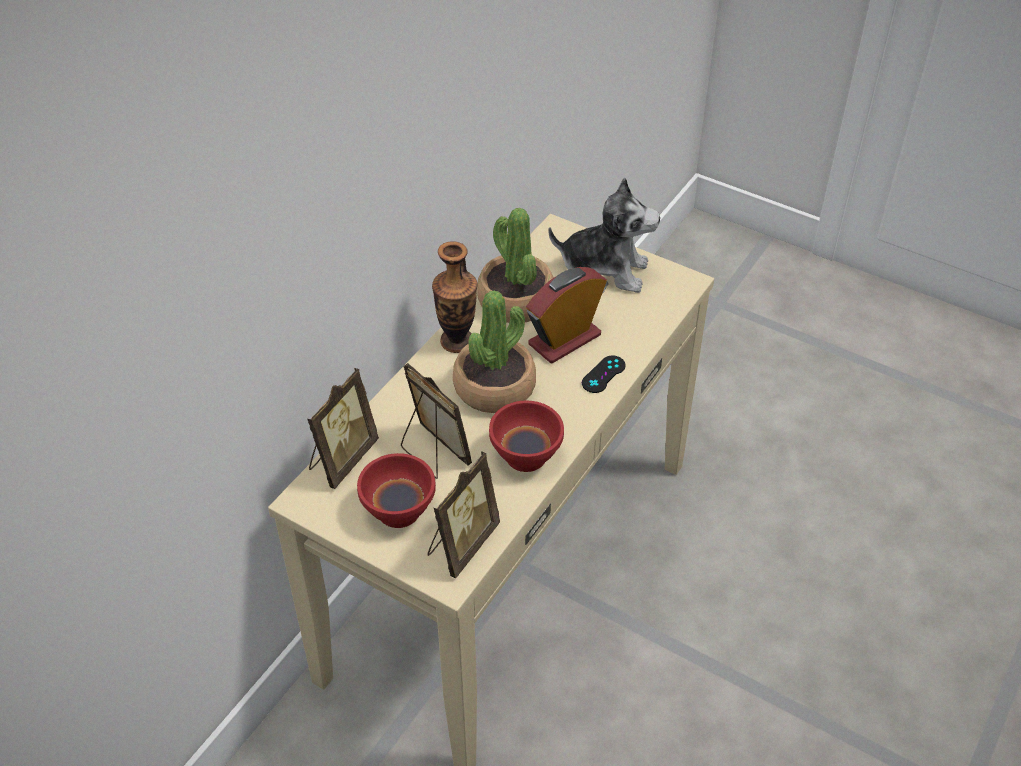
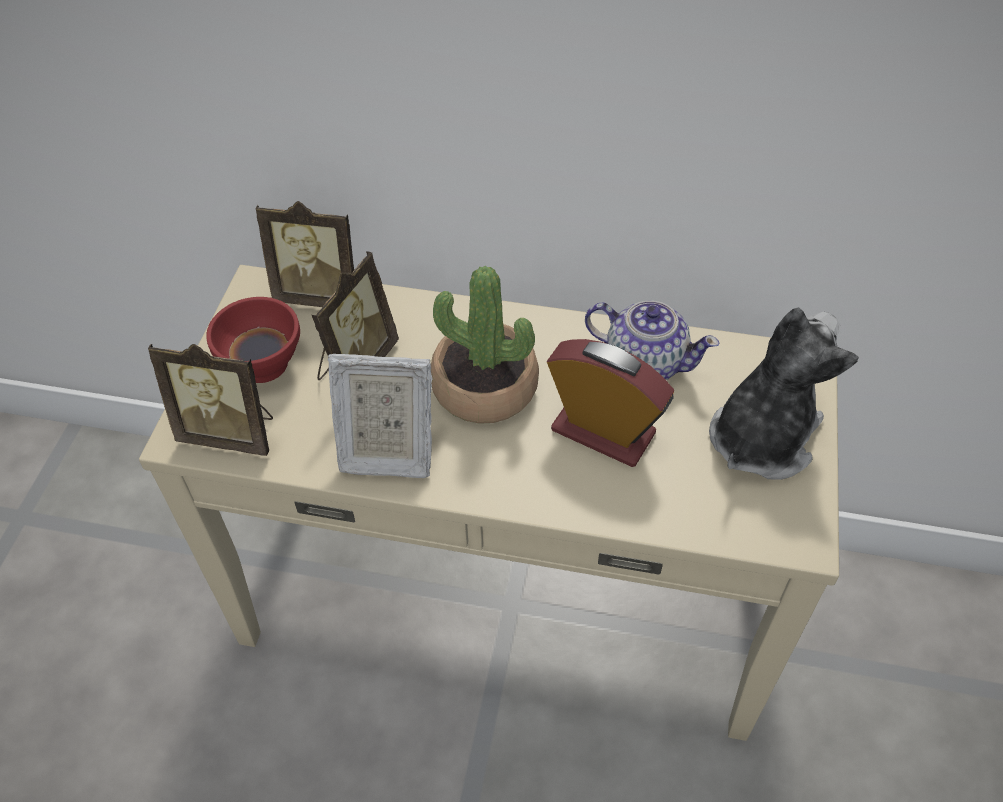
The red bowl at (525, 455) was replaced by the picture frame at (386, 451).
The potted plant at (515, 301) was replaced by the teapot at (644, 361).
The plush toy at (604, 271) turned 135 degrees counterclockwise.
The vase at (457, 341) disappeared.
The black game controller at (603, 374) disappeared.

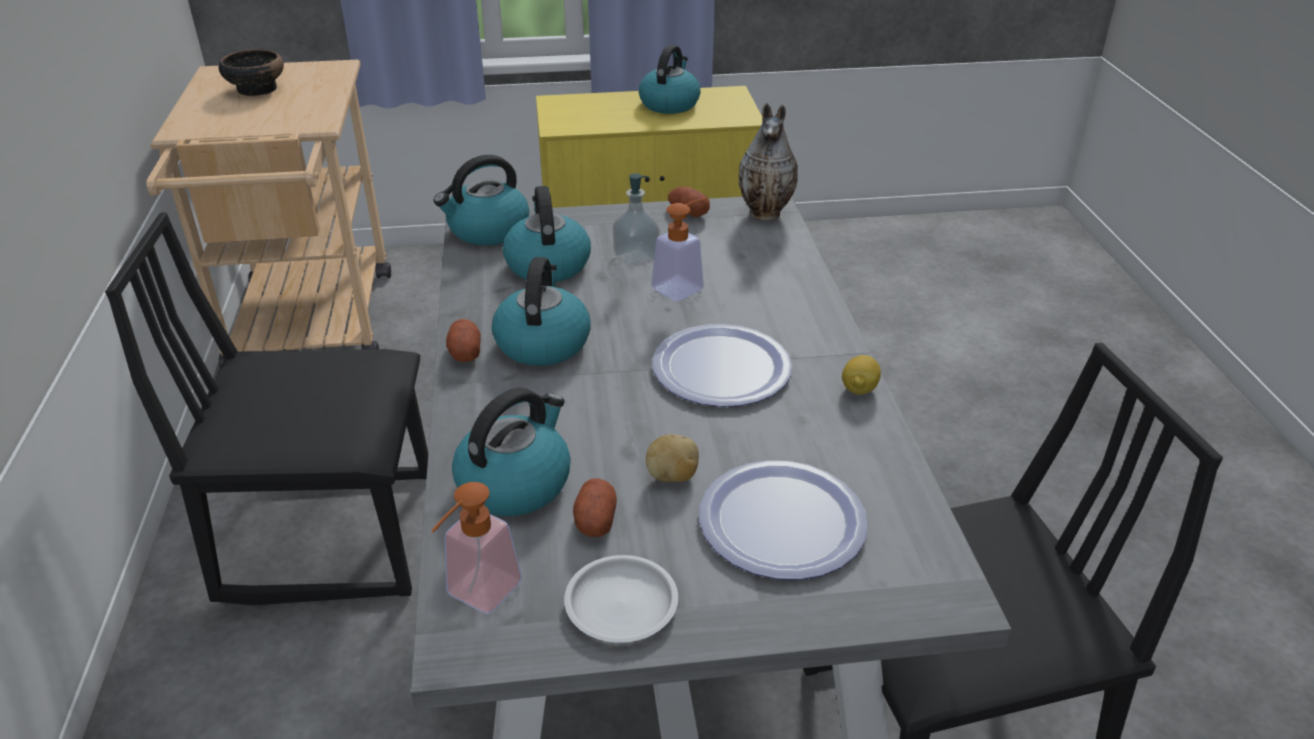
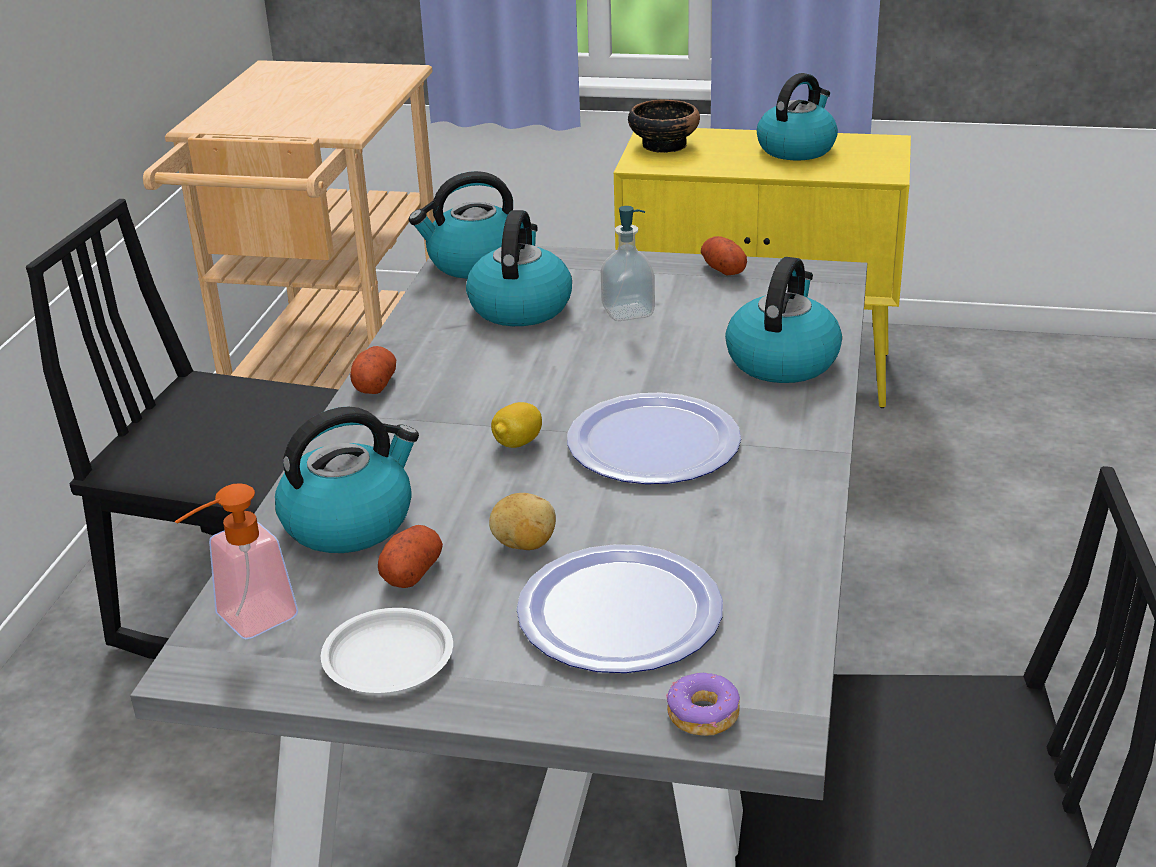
The lemon moved from (859, 389) to (517, 443).
The bowl moved from (256, 89) to (663, 145).
The donut at (703, 715) appeared.
The kettle moved from (542, 342) to (782, 360).
The soap dispenser at (684, 286) disappeared.
The vase at (767, 213) disappeared.

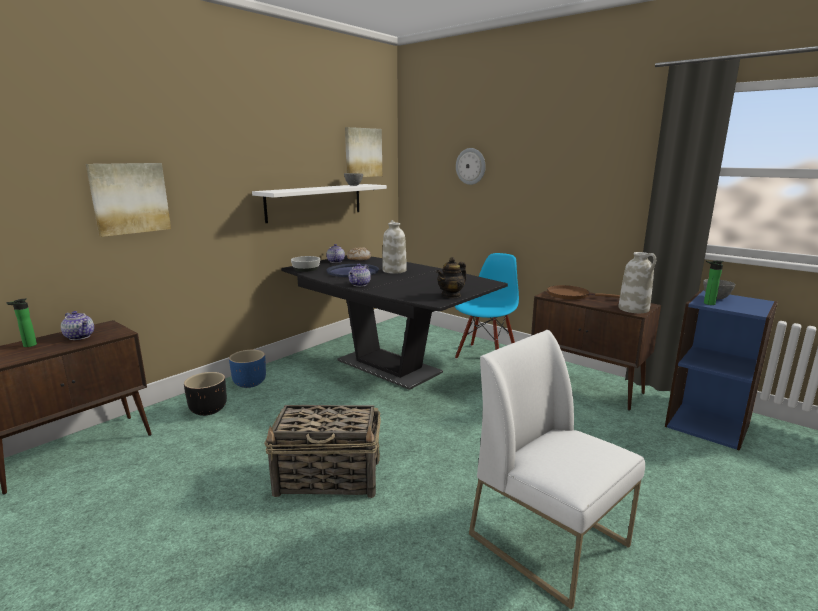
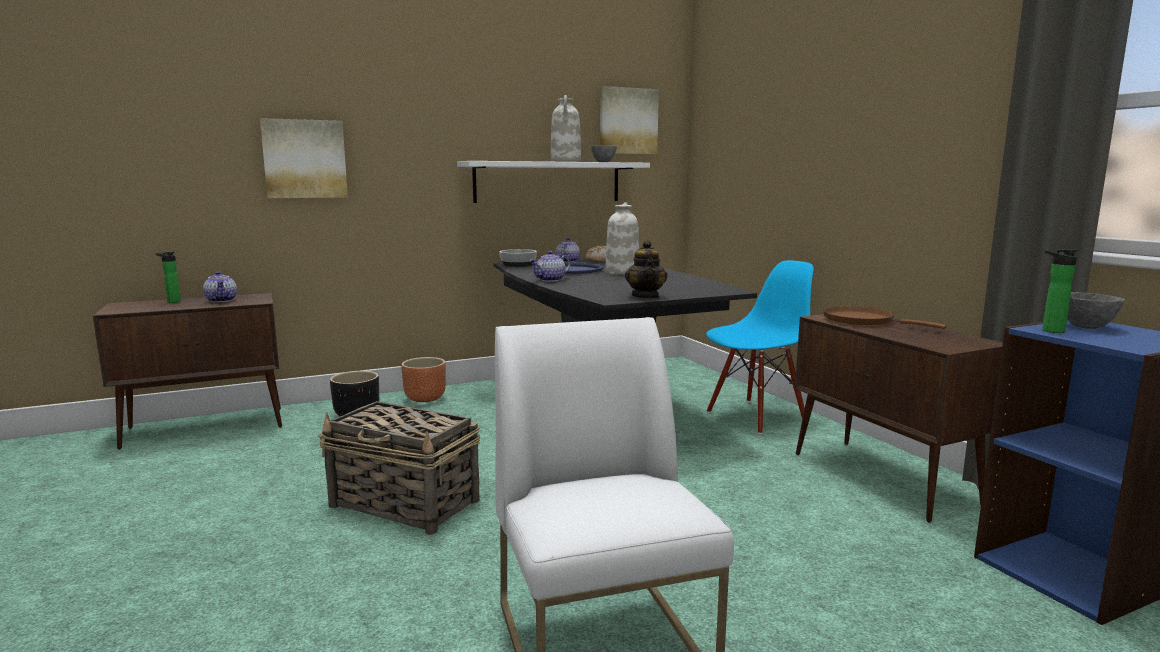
The blue planter at (250, 383) became the brown planter at (425, 398).
The white vase moved from (634, 309) to (566, 162).
The teapot at (451, 295) turned 75 degrees counterclockwise.
The wall clock at (471, 166) disappeared.

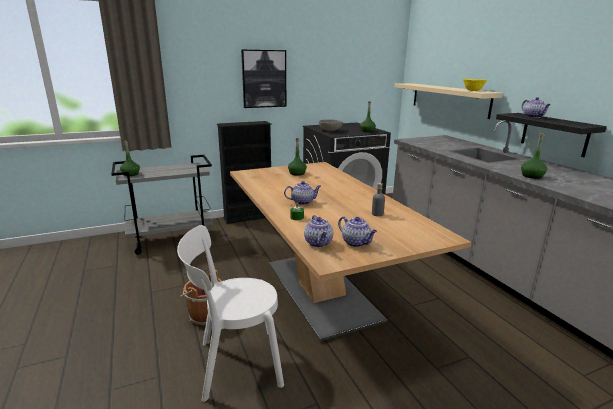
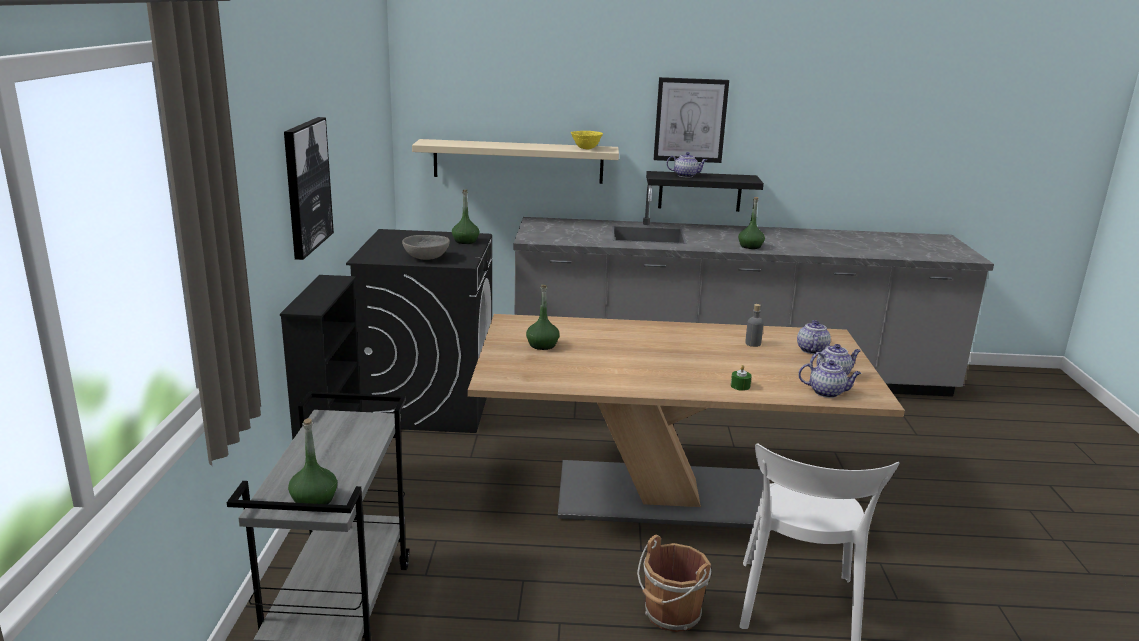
The picture at (690, 120) appeared.
The teapot moved from (303, 202) to (811, 350).

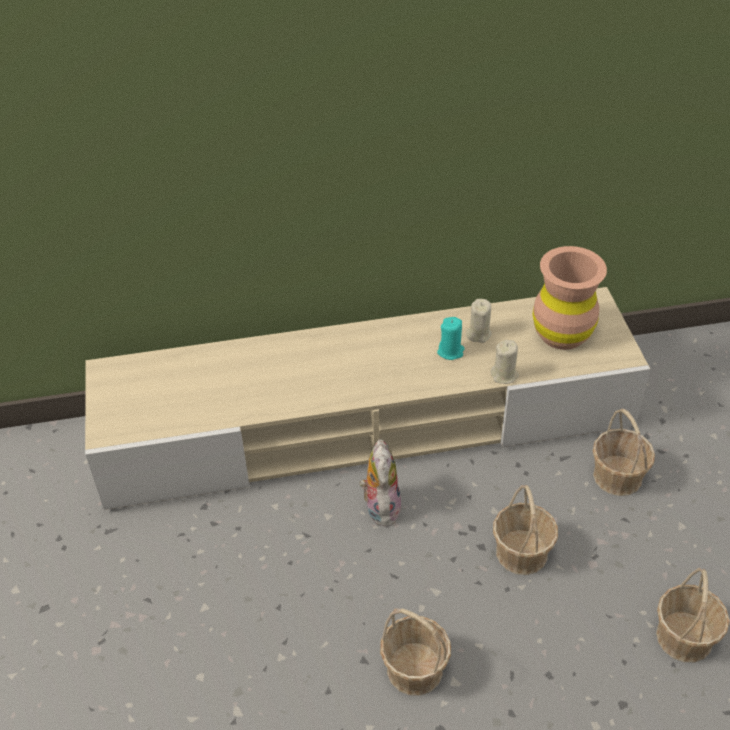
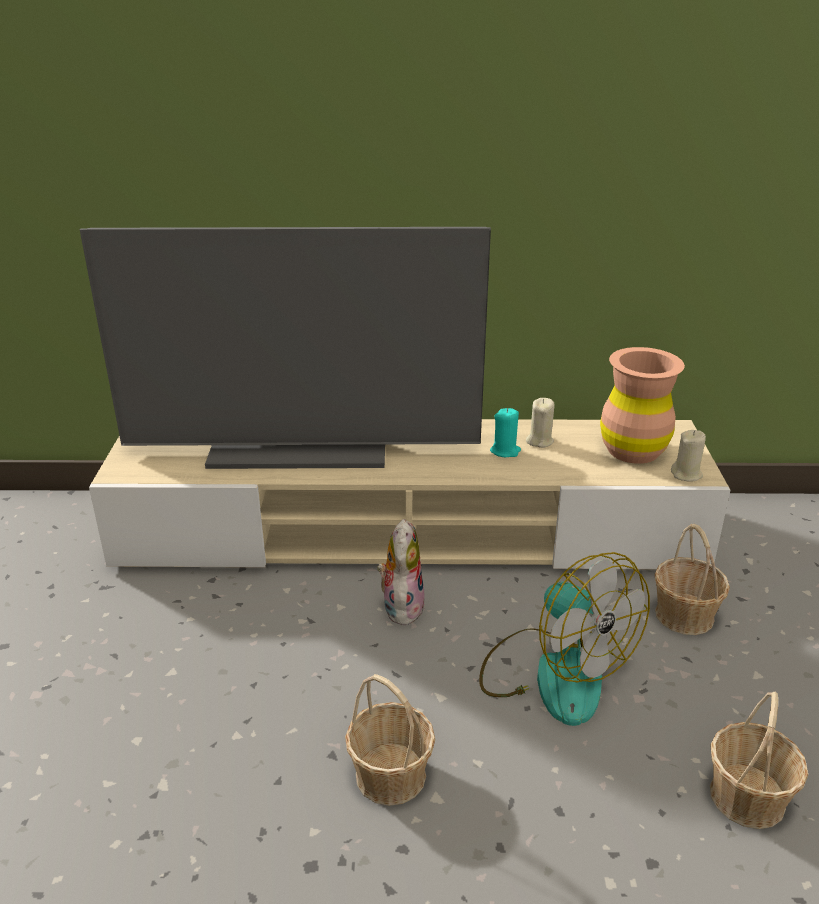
The television at (301, 446) appeared.
The basket at (522, 552) was replaced by the fan at (553, 673).
The beige candle moved from (504, 375) to (686, 474).

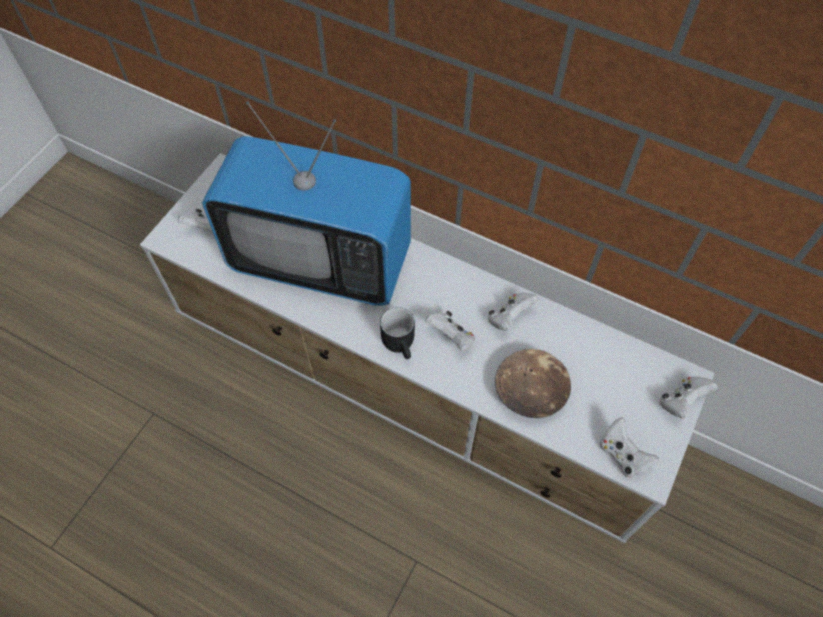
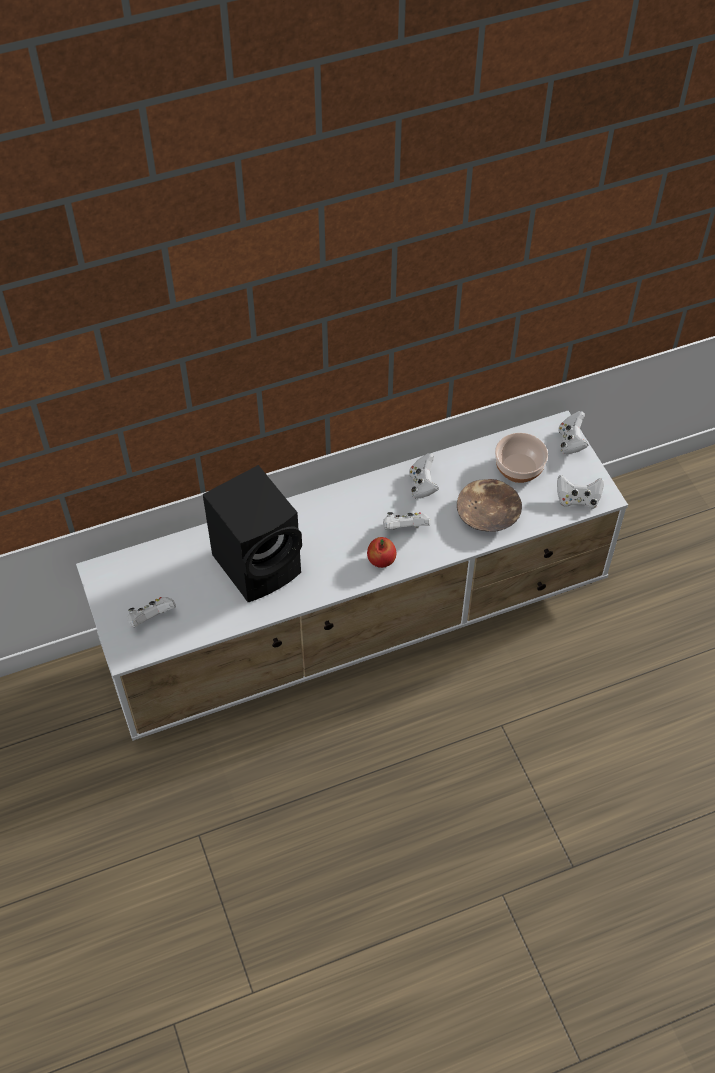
The television at (321, 261) was replaced by the black speaker at (260, 563).
The black mug at (402, 343) was replaced by the apple at (381, 561).
The bowl at (519, 469) appeared.

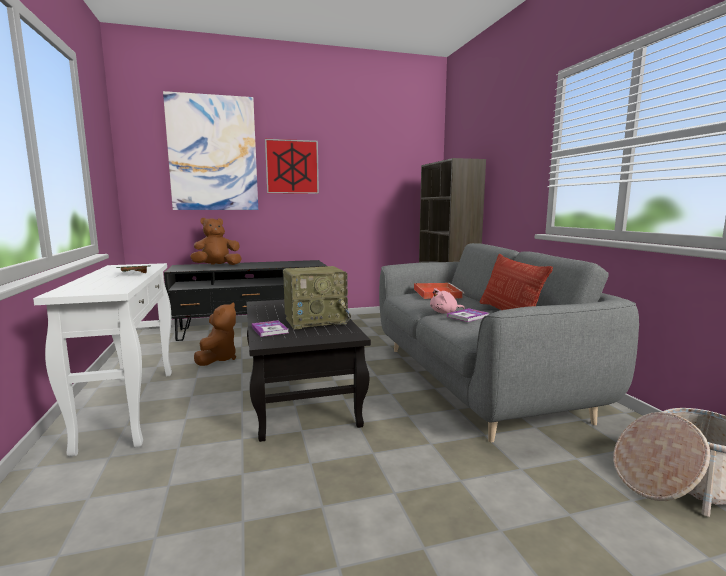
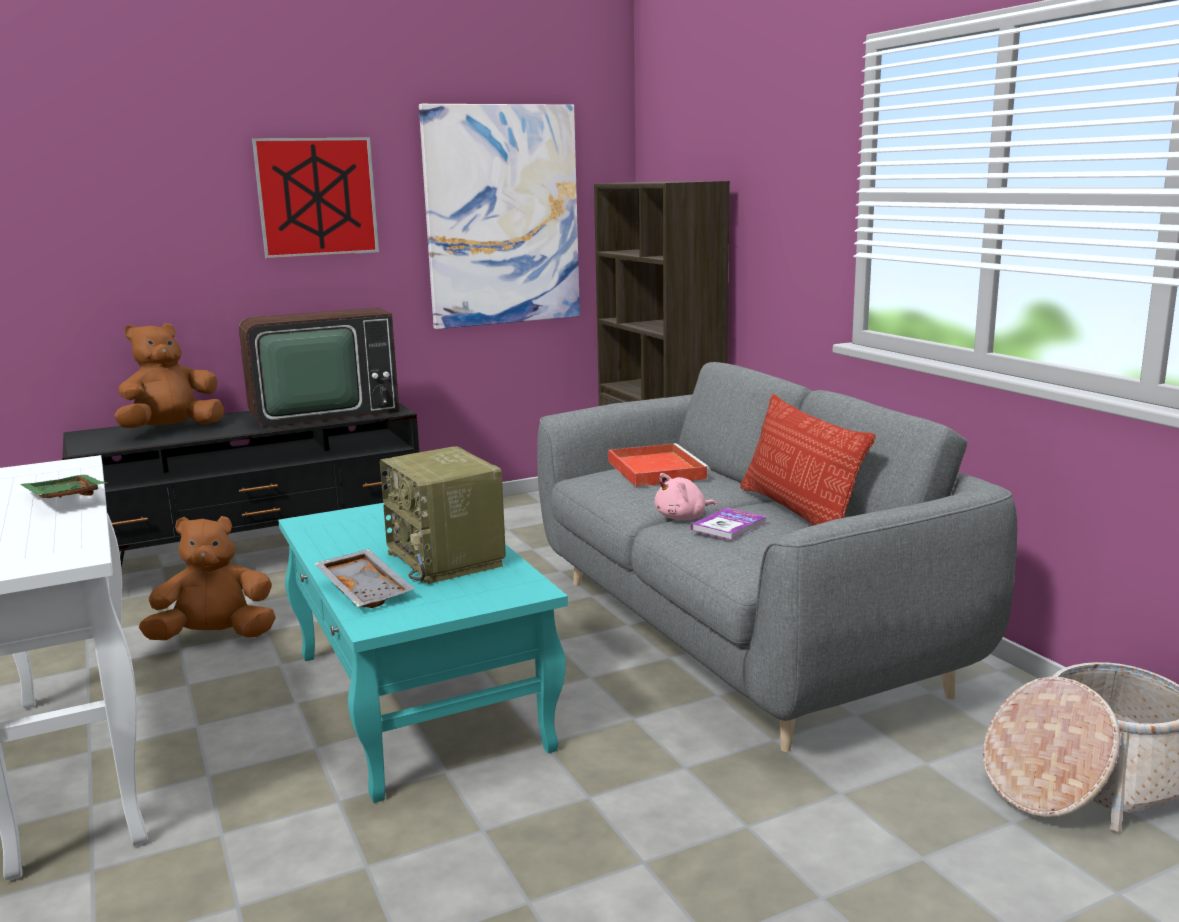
The brown plush toy at (218, 359) turned 105 degrees counterclockwise.
The television at (321, 412) appeared.
The black coffee table at (300, 395) became the turquoise coffee table at (419, 700).
The book at (269, 330) was replaced by the grey tray at (367, 590).
The radio at (316, 321) turned 90 degrees clockwise.
The picture moved from (213, 153) to (502, 216).

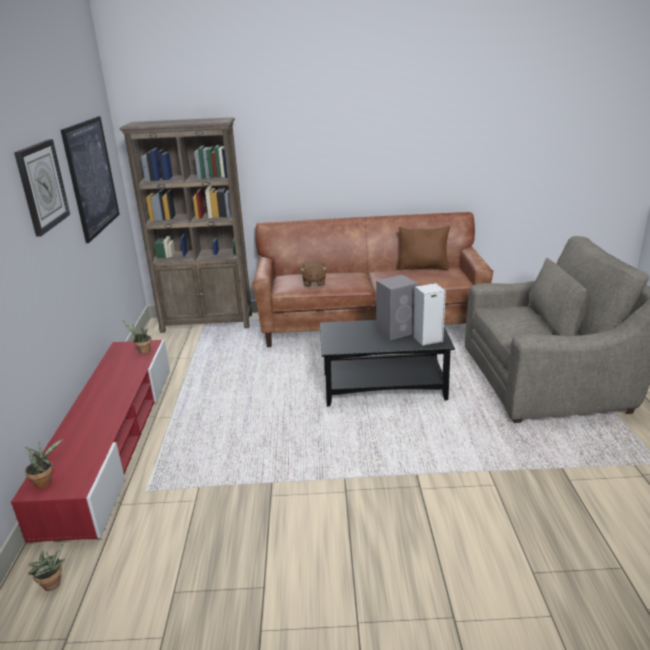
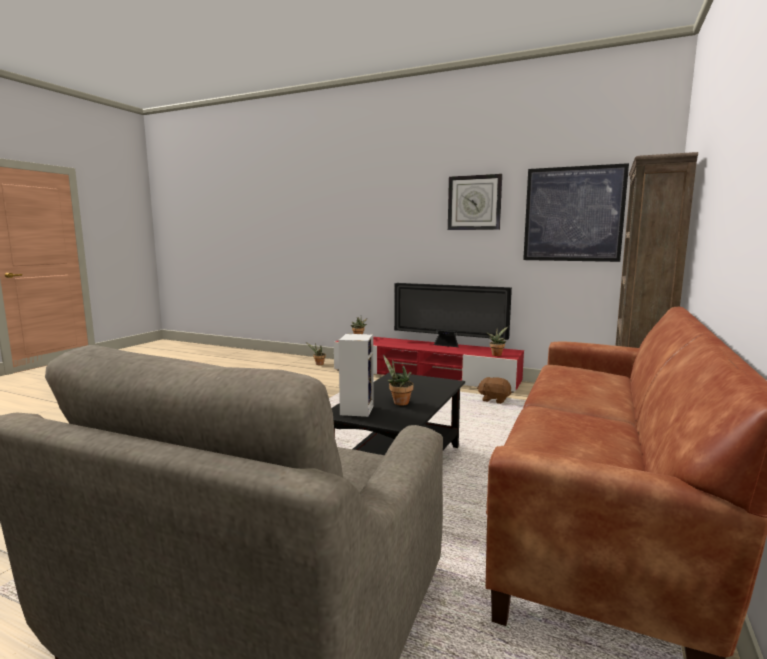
The grey speaker at (396, 331) was replaced by the potted plant at (398, 402).
The television at (448, 345) appeared.
The brown plush toy moved from (314, 283) to (494, 400).
The brown pillow at (423, 268) disappeared.

